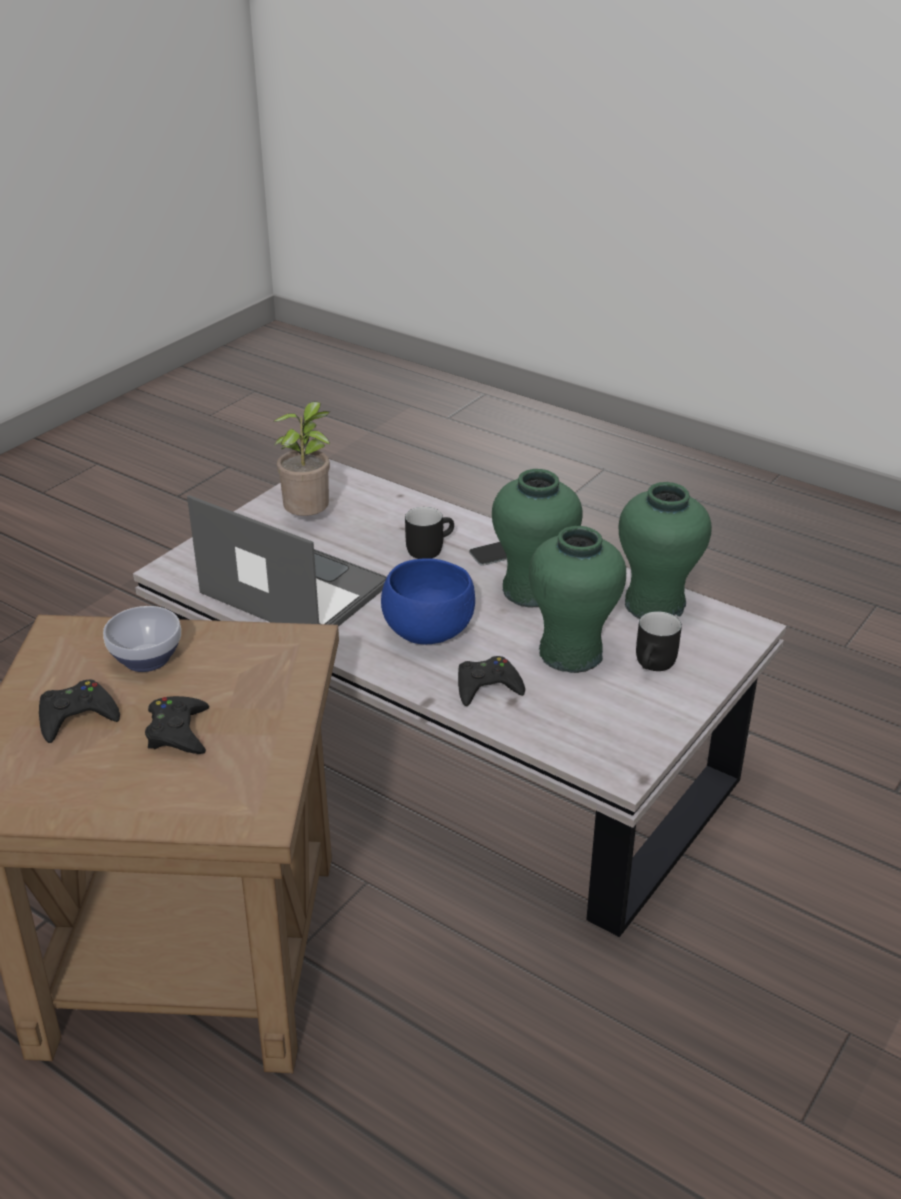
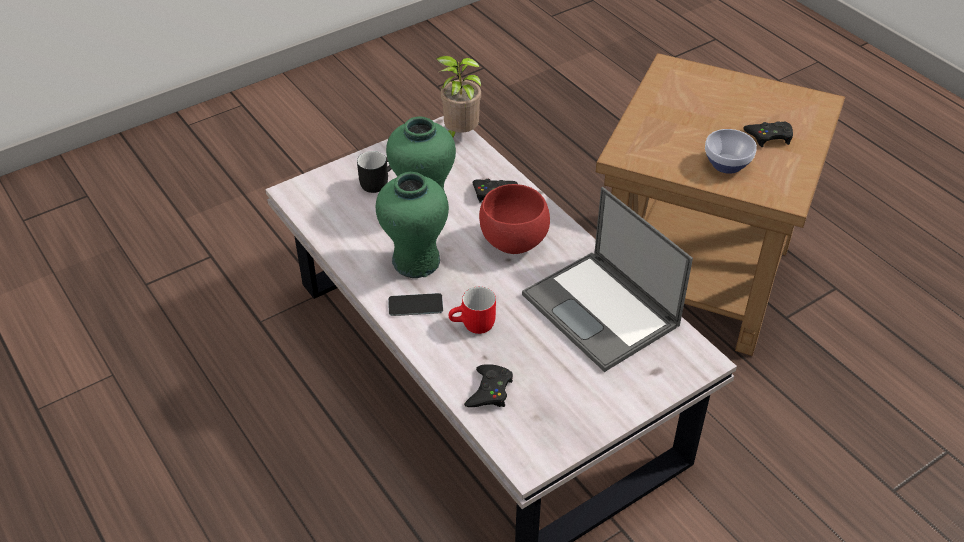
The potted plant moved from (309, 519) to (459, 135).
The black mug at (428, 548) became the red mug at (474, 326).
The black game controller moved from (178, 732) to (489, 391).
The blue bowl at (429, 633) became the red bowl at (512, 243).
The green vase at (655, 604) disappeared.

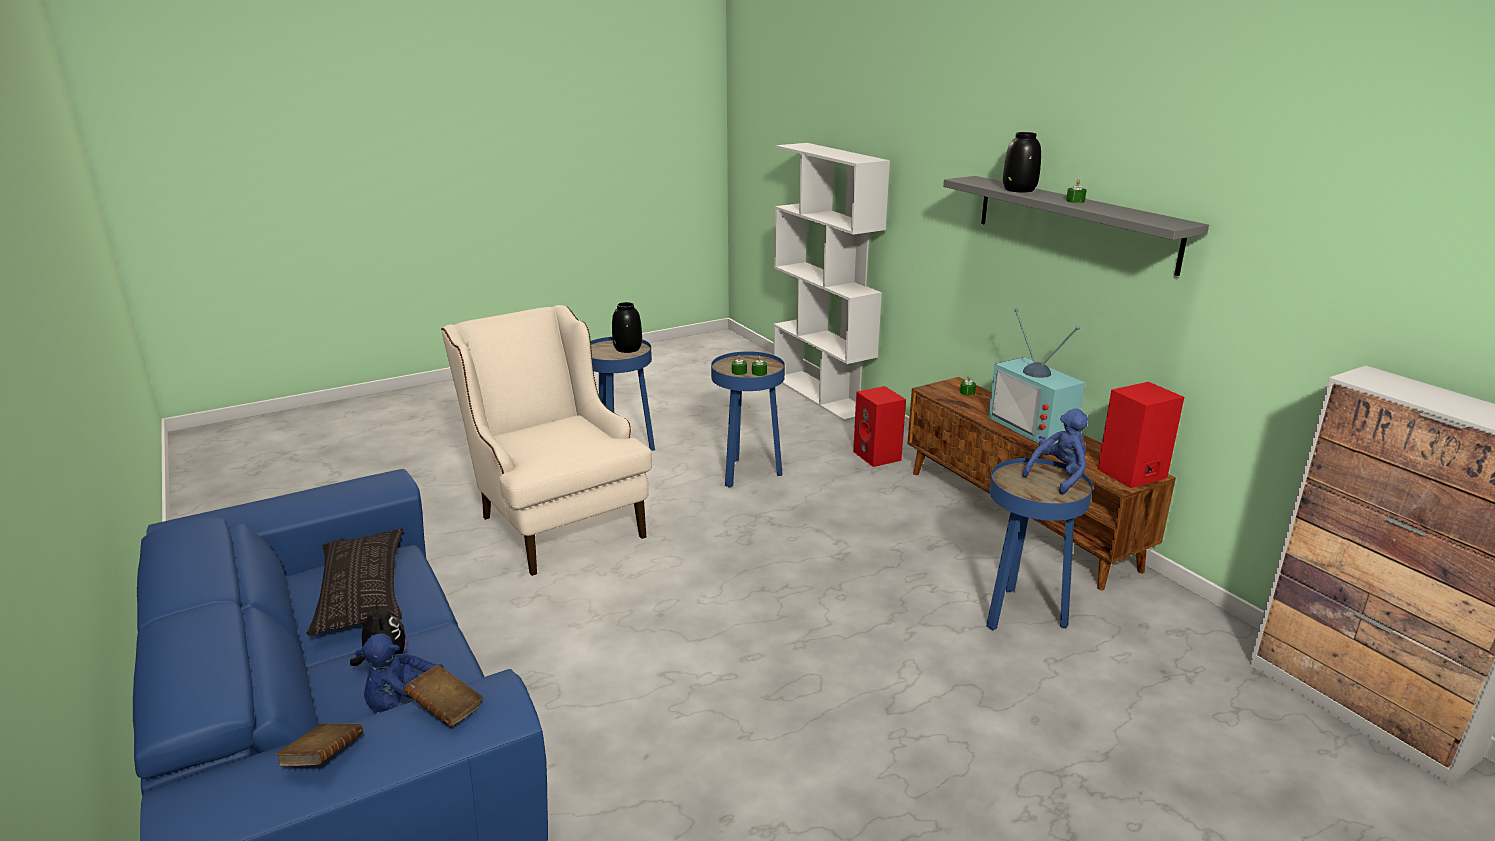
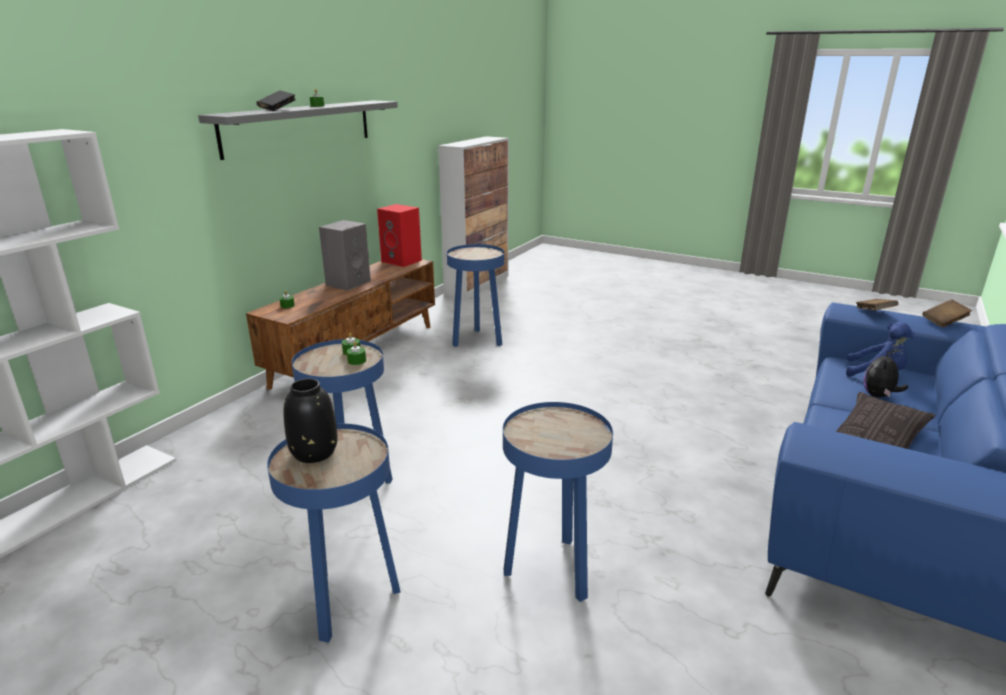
The black vase at (1020, 190) was replaced by the black book at (277, 109).
The television at (1035, 427) was replaced by the grey speaker at (348, 283).
The beige armchair at (555, 519) was replaced by the blue side table at (551, 571).
The red speaker at (878, 456) disappeared.
The blue plush toy at (1058, 476) disappeared.

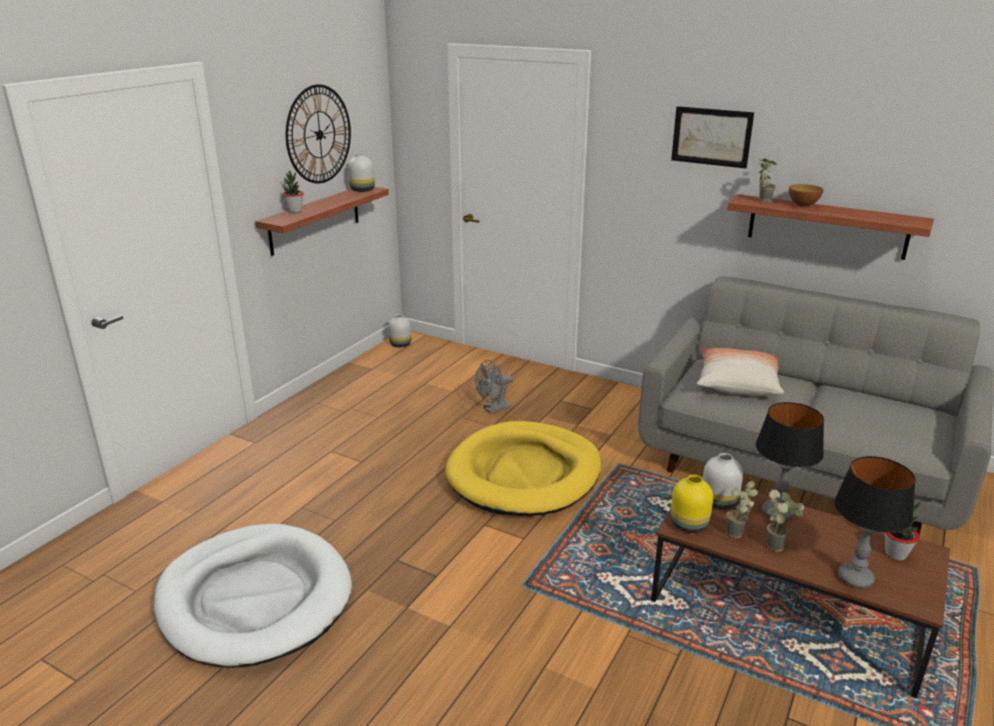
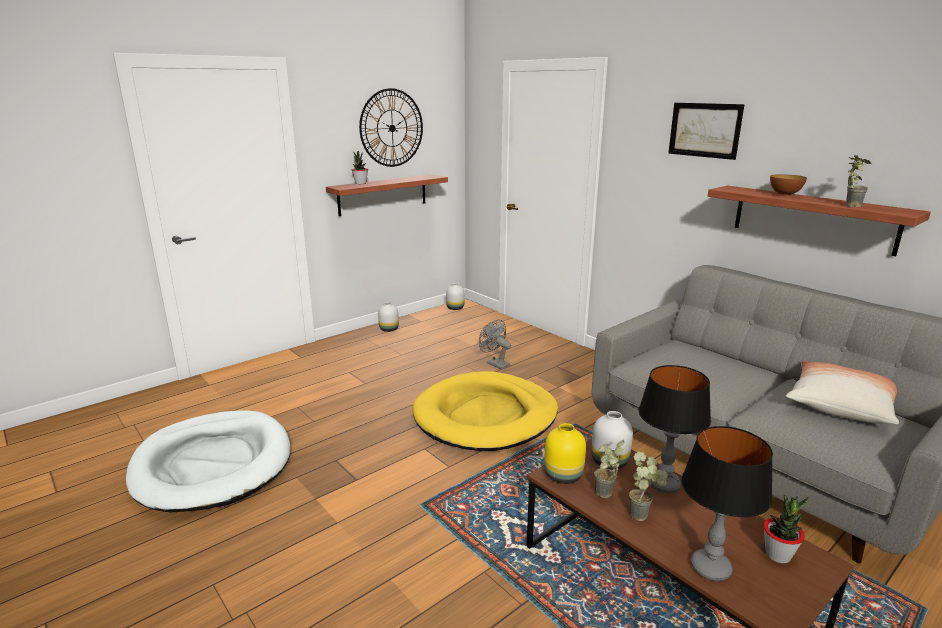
The white vase moved from (362, 190) to (388, 329).
The grey fan at (493, 409) turned 60 degrees clockwise.
The pillow moved from (737, 383) to (840, 405).
The potted plant moved from (761, 201) to (849, 205).

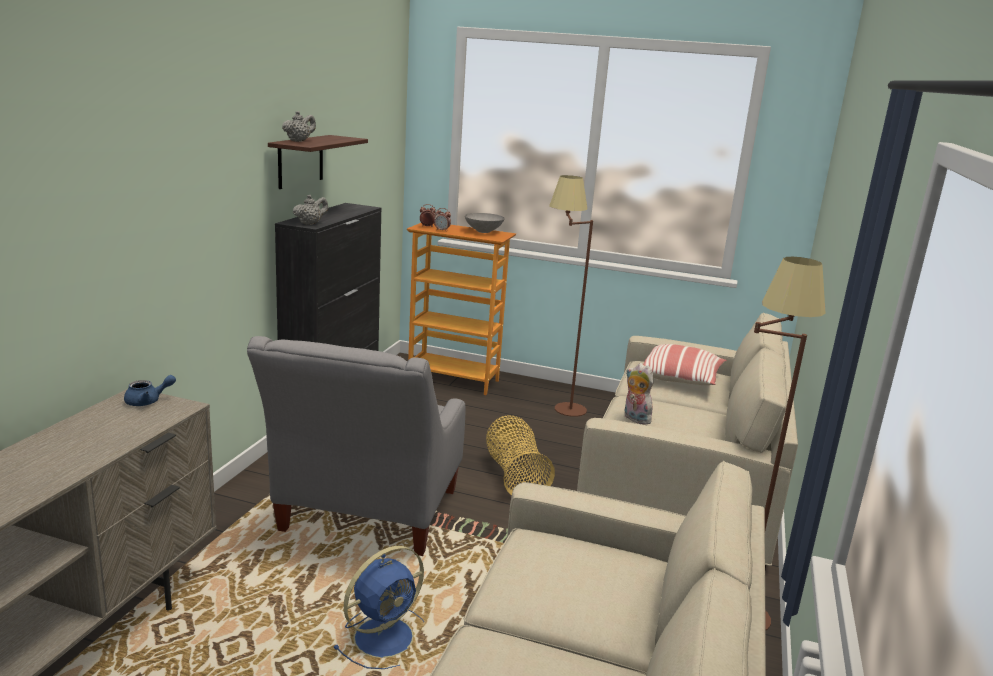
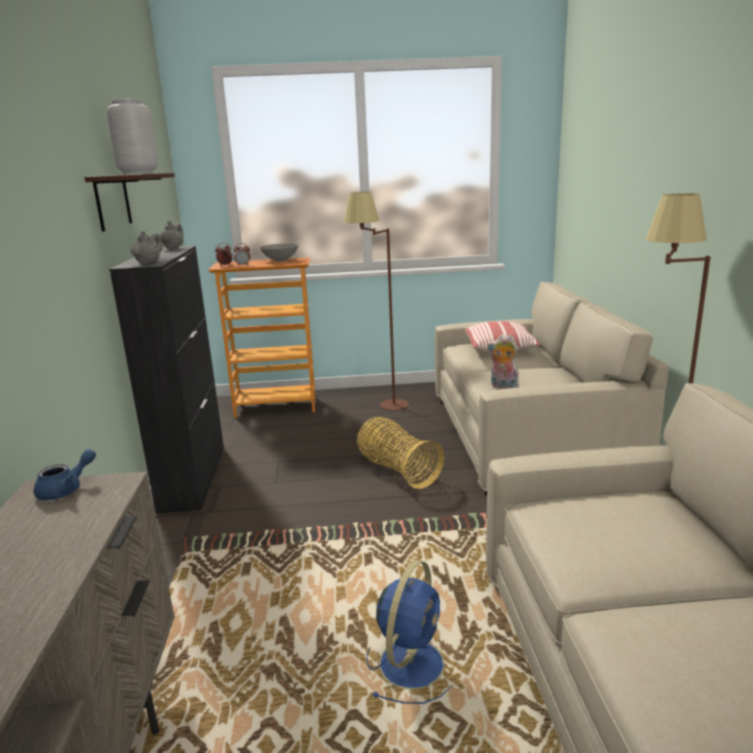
The grey vase at (137, 173) appeared.
The grey teapot moved from (299, 141) to (174, 248).
The grey armchair at (365, 517) disappeared.

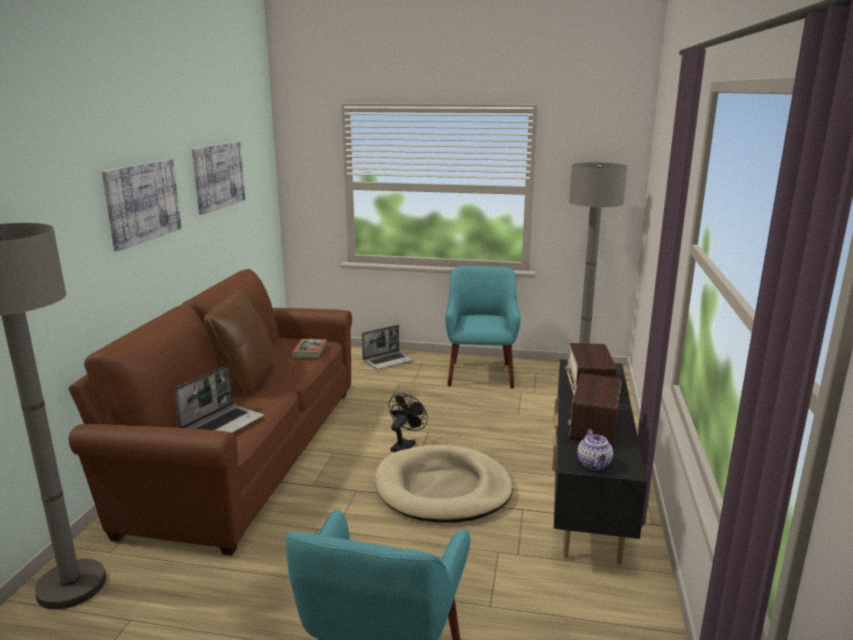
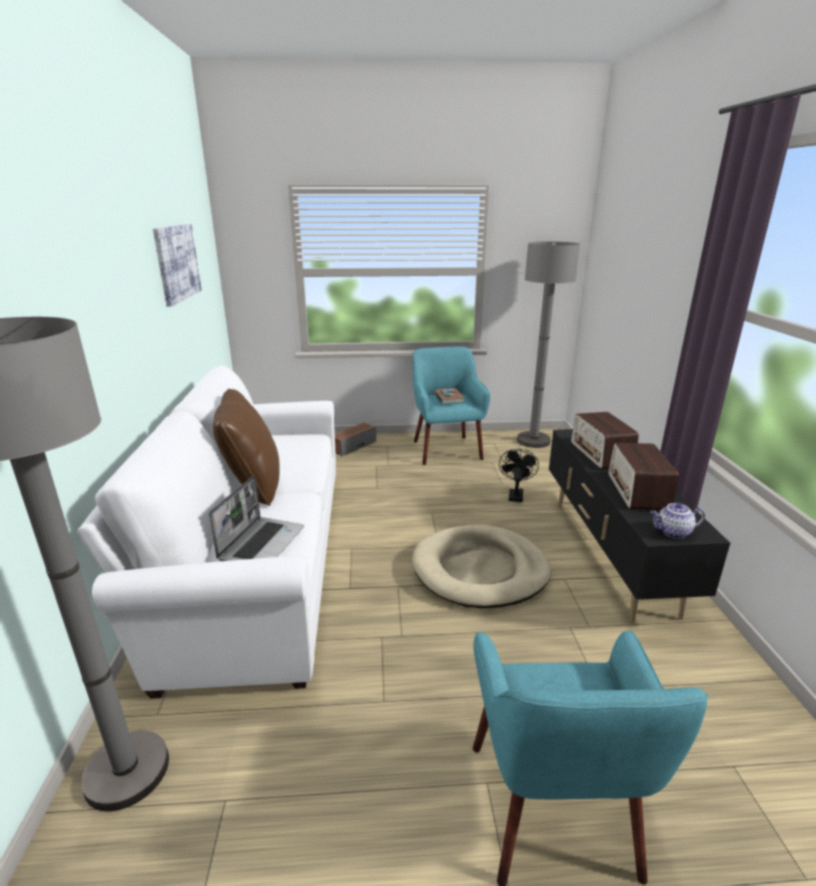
The brown sofa at (243, 452) became the white sofa at (256, 563).
The laptop at (388, 361) was replaced by the speaker at (353, 446).
The book moved from (309, 351) to (448, 399).
The black fan moved from (405, 445) to (515, 494).
The teapot at (594, 464) turned 105 degrees clockwise.
The picture at (142, 202) disappeared.

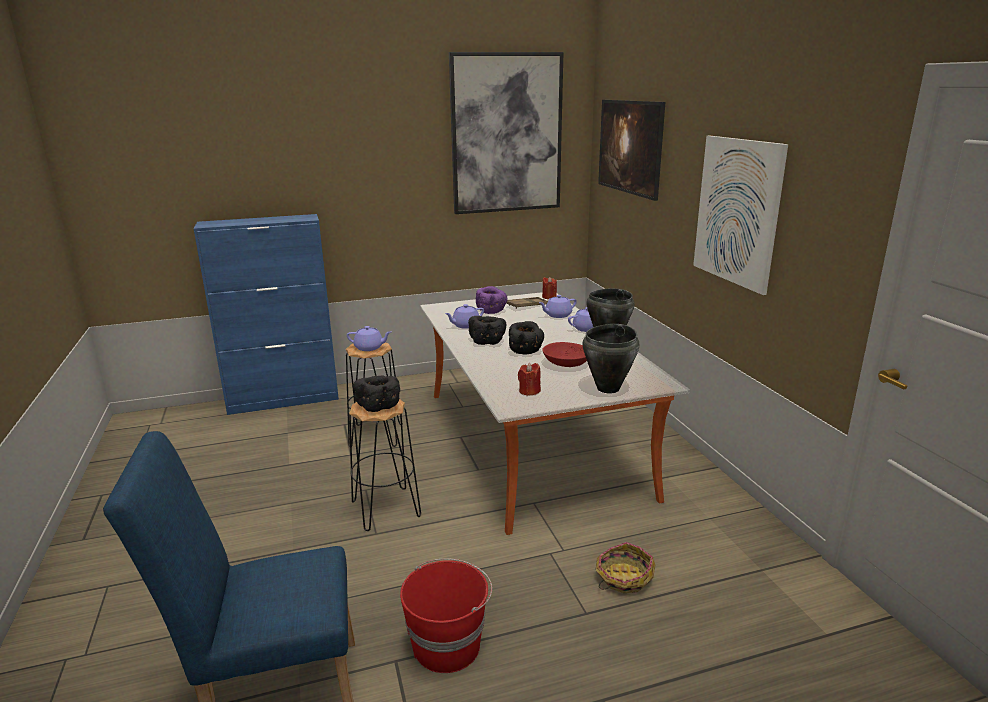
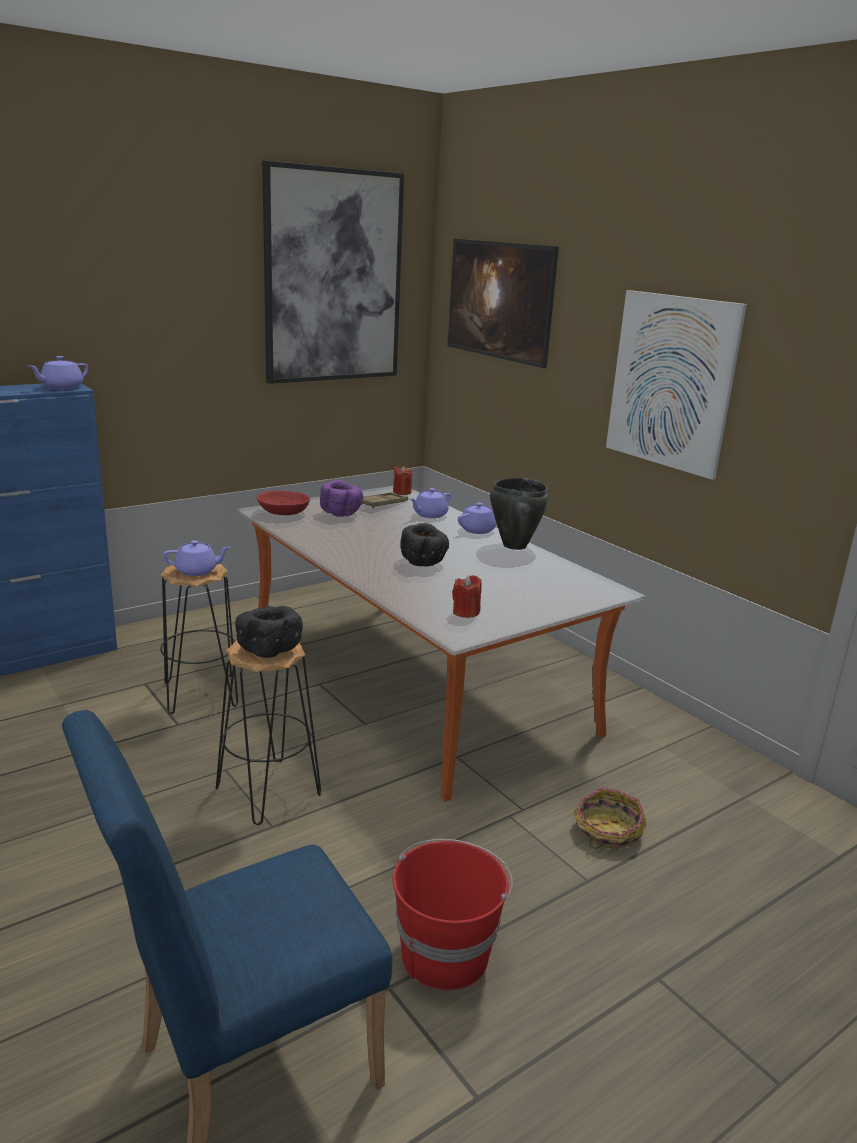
The purple teapot moved from (465, 325) to (61, 387).
The red bowl moved from (566, 363) to (283, 512).
The black bowl at (487, 341) disappeared.
The black cooking pot at (608, 388) disappeared.

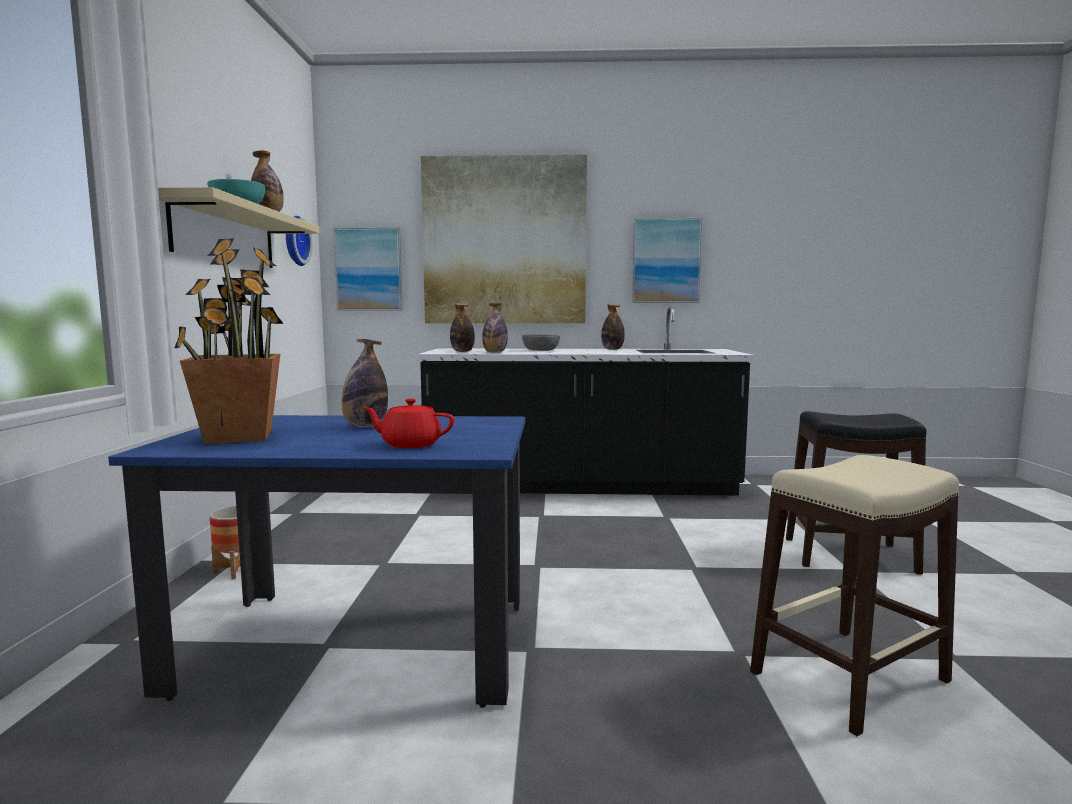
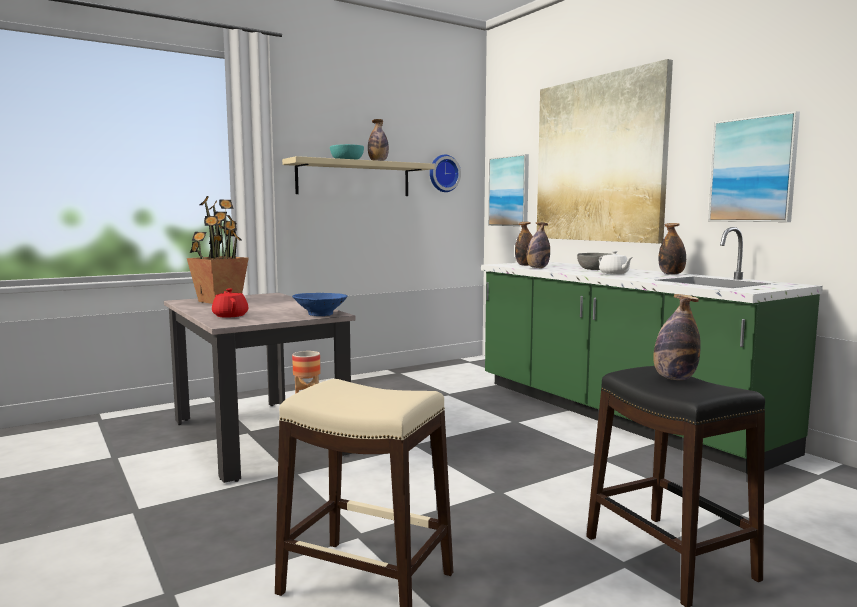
The blue dining table at (359, 644) became the beige dining table at (257, 437).
The blue bowl at (320, 314) appeared.
The black counter at (580, 486) became the green counter at (616, 415).
The white teapot at (614, 273) appeared.
The bottle moved from (365, 426) to (674, 378).

